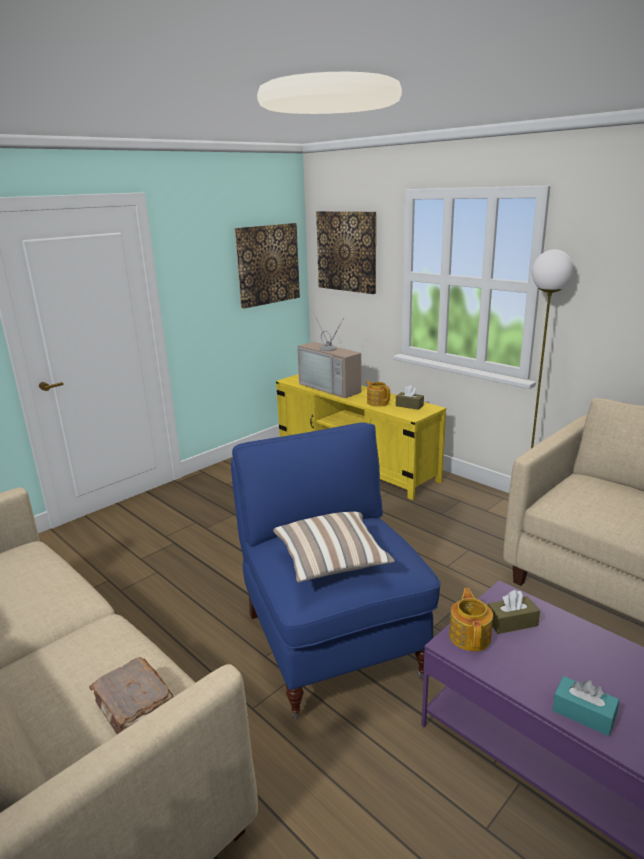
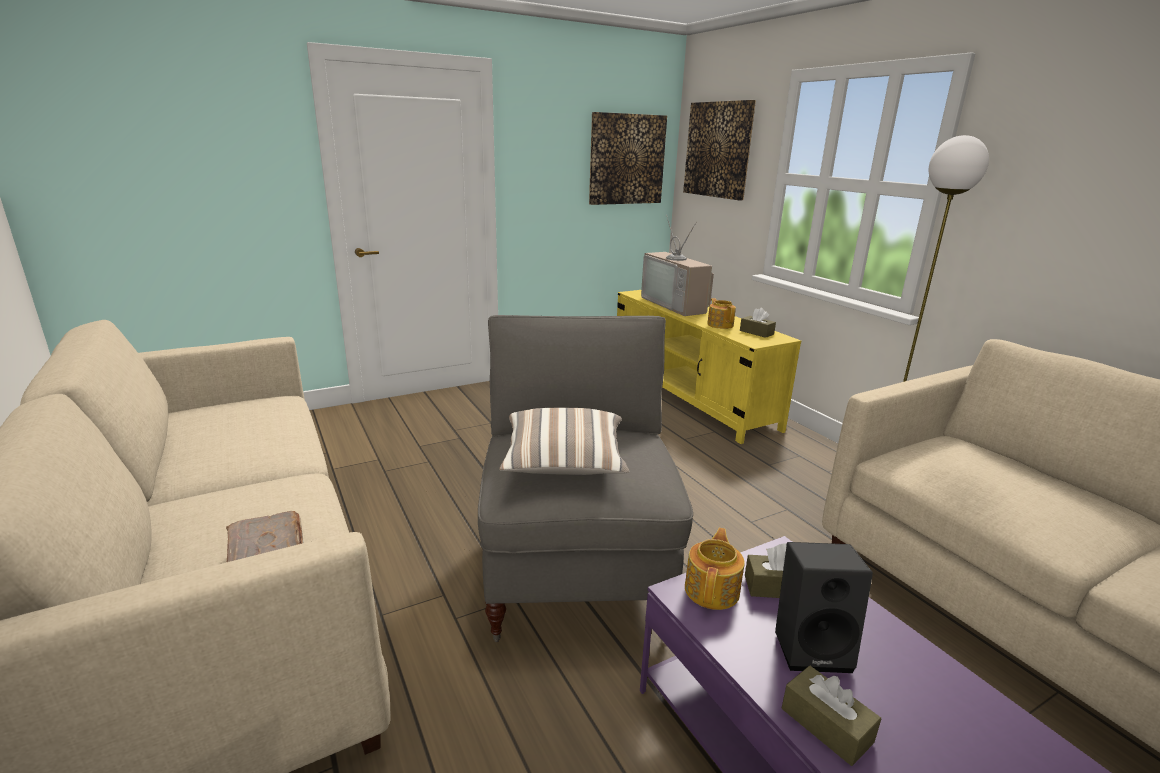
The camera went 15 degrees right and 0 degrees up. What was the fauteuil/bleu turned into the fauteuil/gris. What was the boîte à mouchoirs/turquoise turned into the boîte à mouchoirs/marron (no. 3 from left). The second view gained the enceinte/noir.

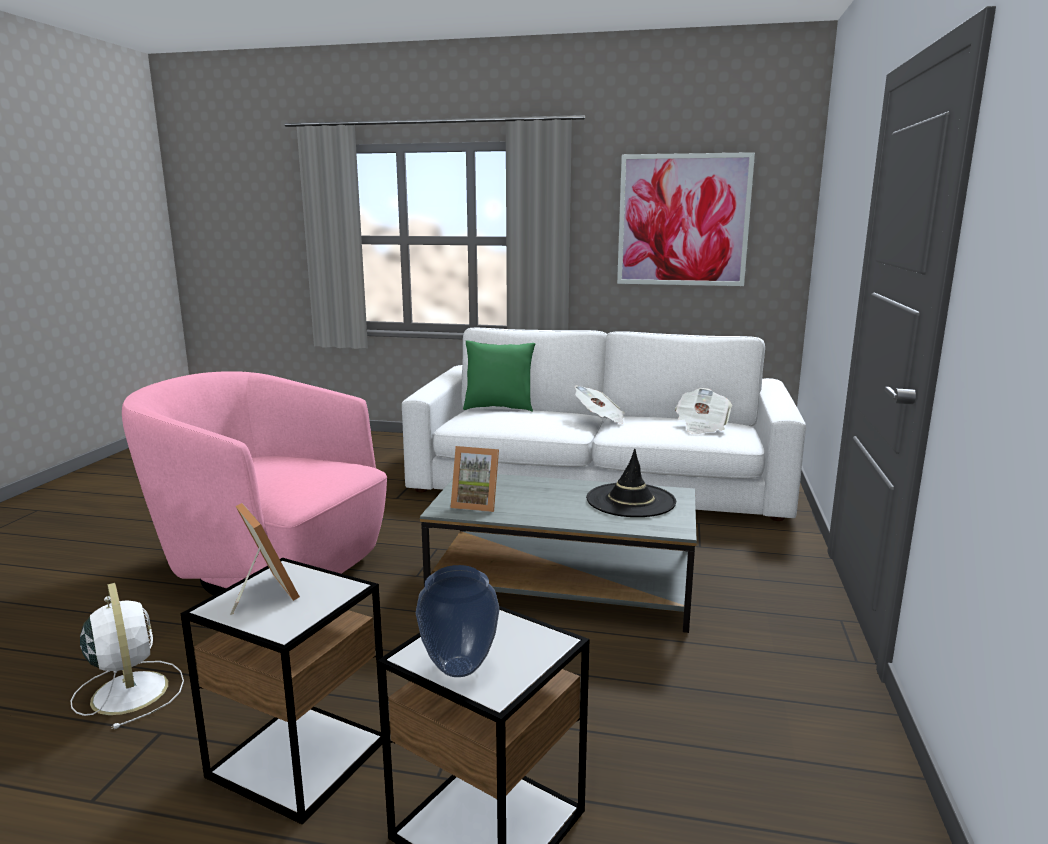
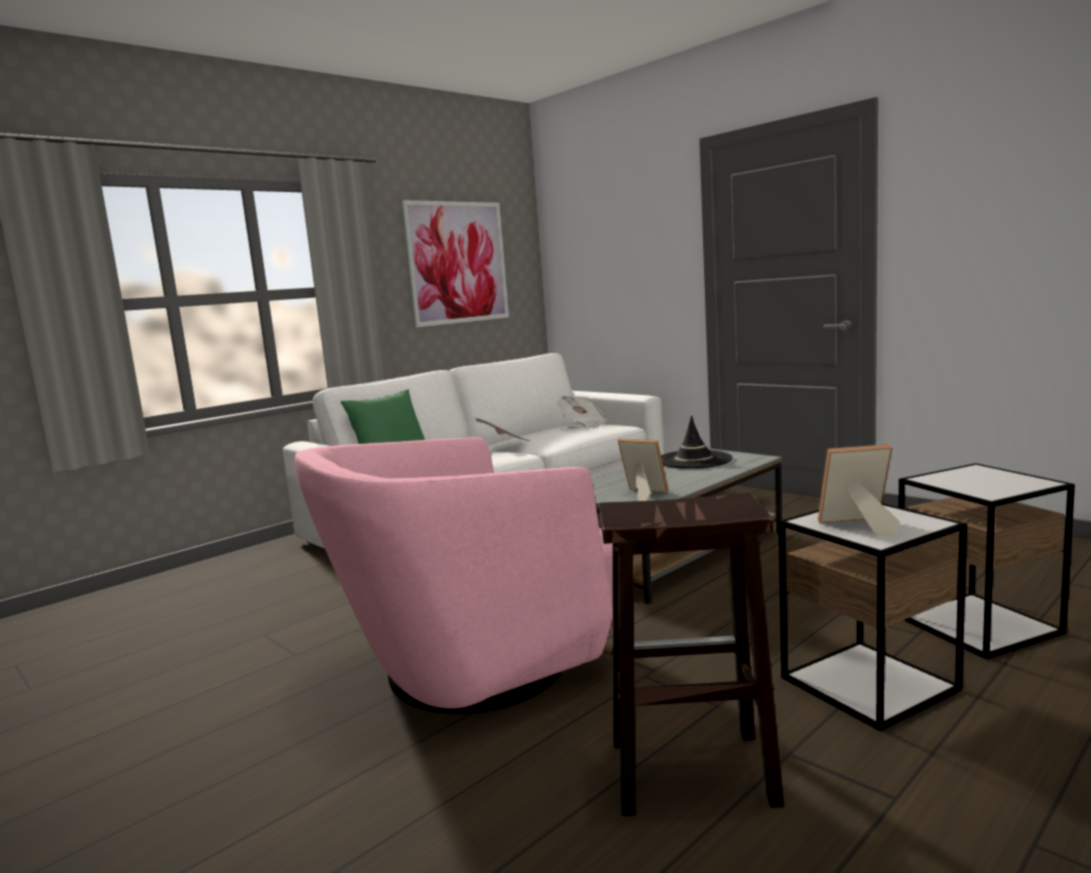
The camera went 55 degrees left and 5 degrees down. Where the ventilateur/blanc stood, the tabouret/marron came to stand. The second view lost the vase. The cadre photo (no. 2 from left in the first image) ended up facing another way, 105 degrees counterclockwise from before.

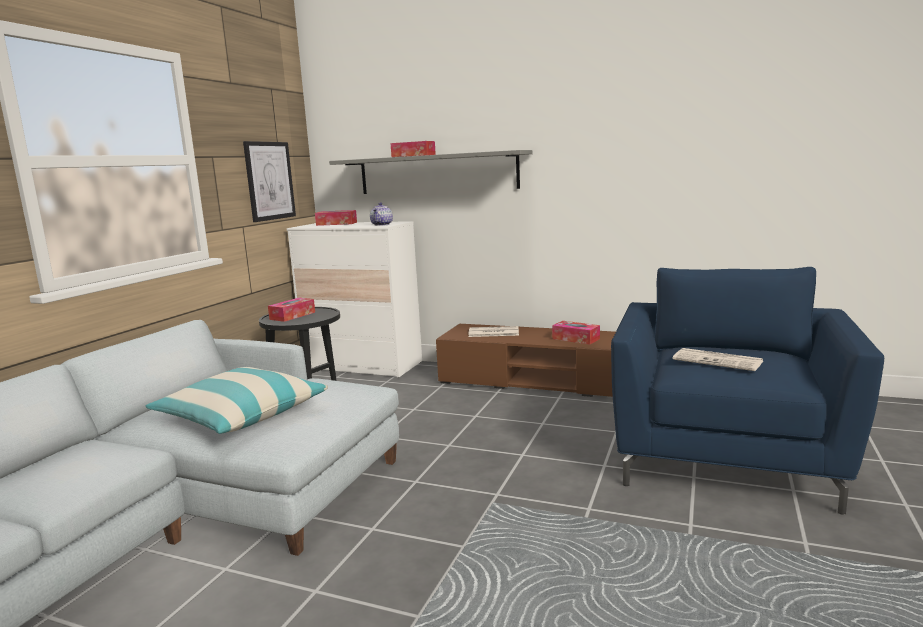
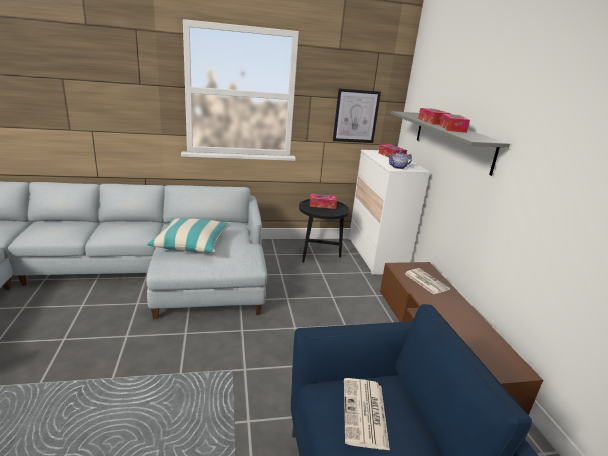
The camera went 55 degrees right and 10 degrees up. The boîte à mouchoirs (no. 4 from left) ended up elsewhere.

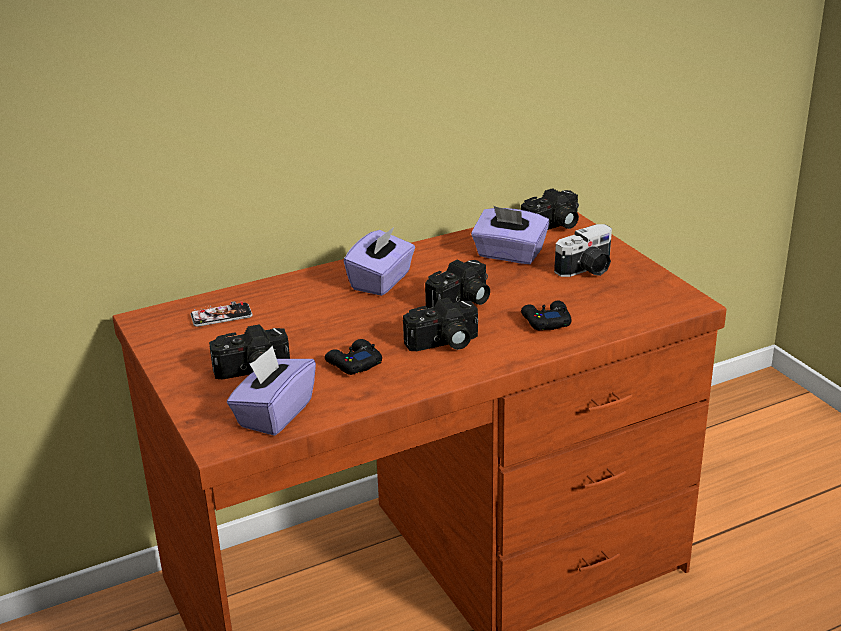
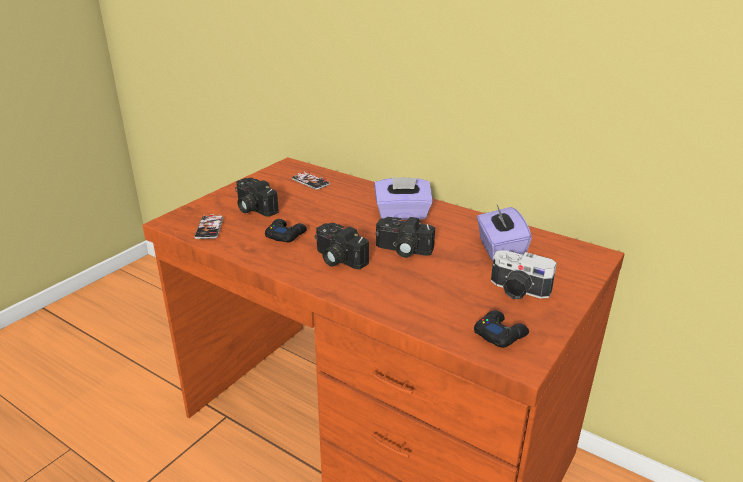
The camera went 60 degrees right and 0 degrees up. Where the boîte à mouchoirs/violet (no. 1 from left) stood, the téléphone (no. 1 from left) came to stand. The second view lost the appareil photo (no. 4 from left). The manette/noir (no. 2 from left) ended up elsewhere.

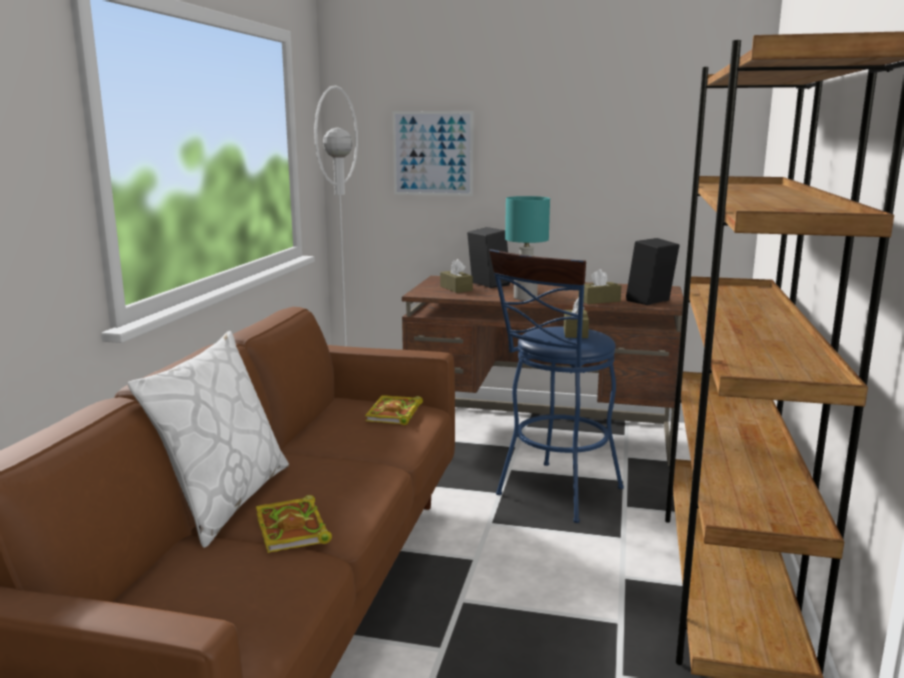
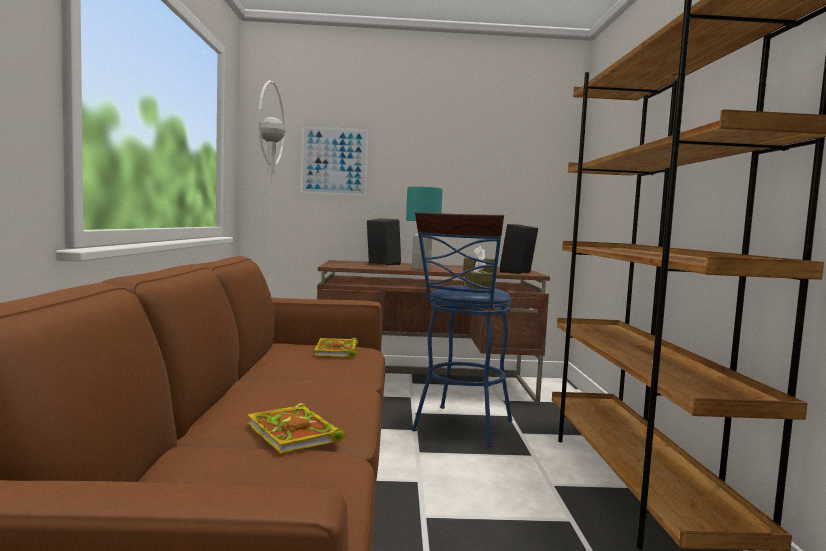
The camera went 15 degrees left and 10 degrees down. The second view lost the coussin/blanc. The second view lost the boîte à mouchoirs/marron (no. 1 from left).

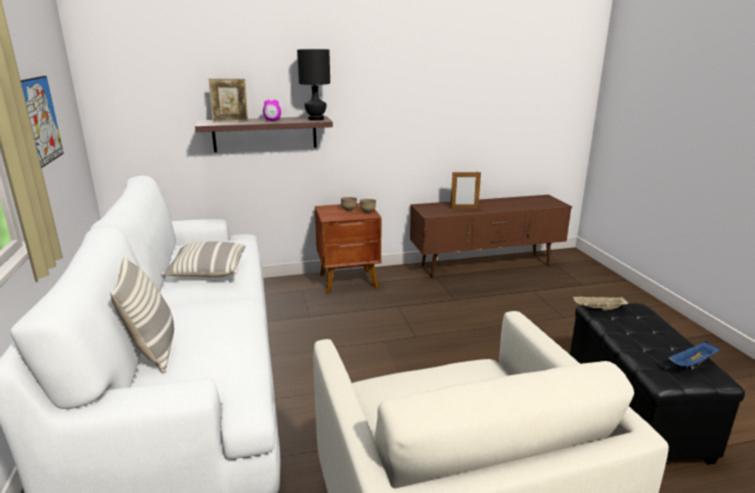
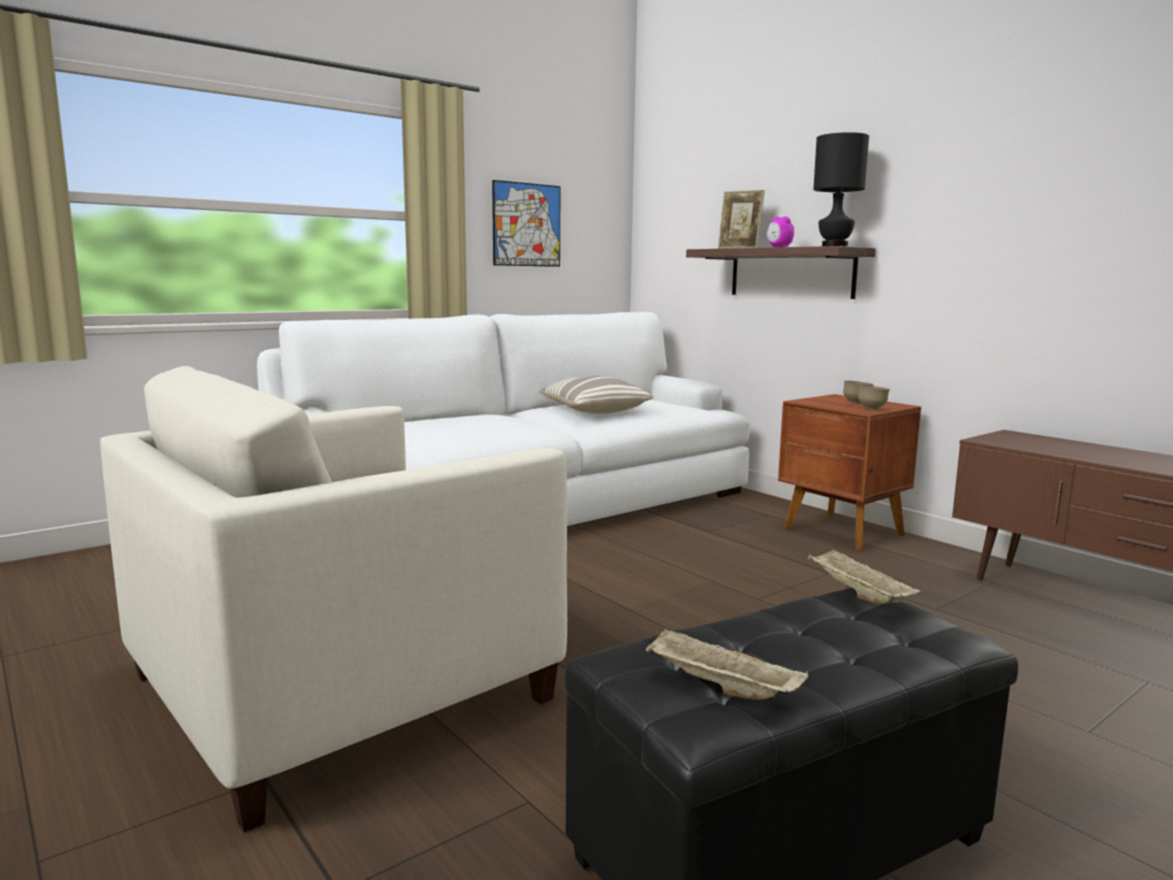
The camera went 65 degrees right and 10 degrees down. The second view lost the coussin (no. 1 from left). The second view lost the cadre photo (no. 2 from left). What was the plateau/bleu turned into the plateau/beige (no. 1 from left).

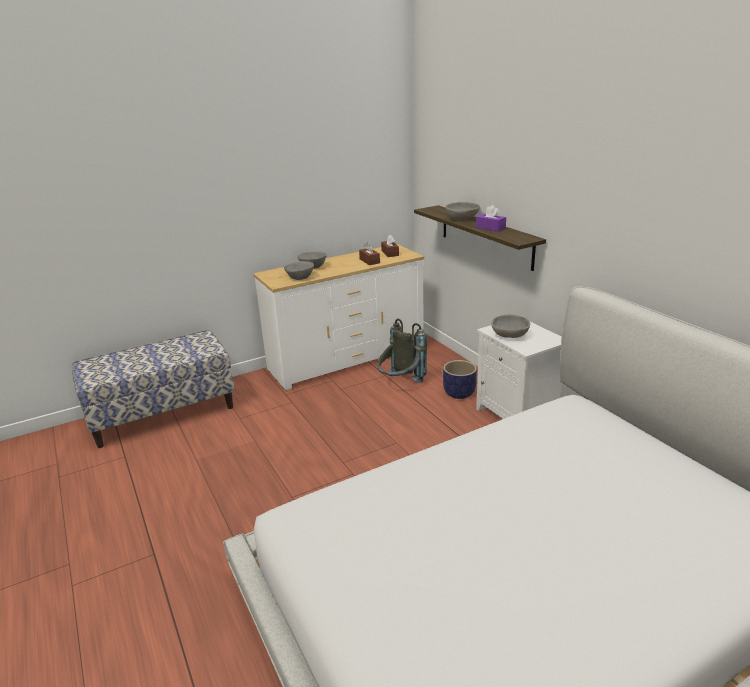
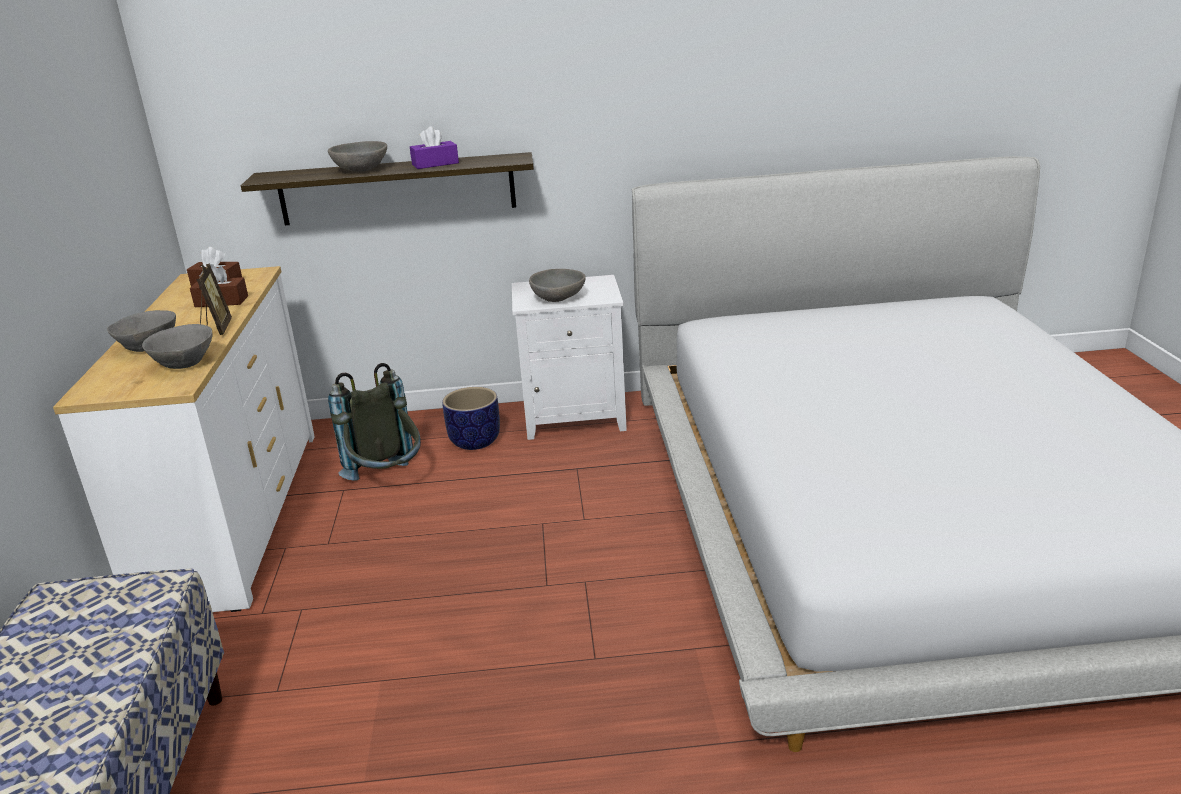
The camera went 65 degrees left and 0 degrees up. The second view gained the cadre photo.

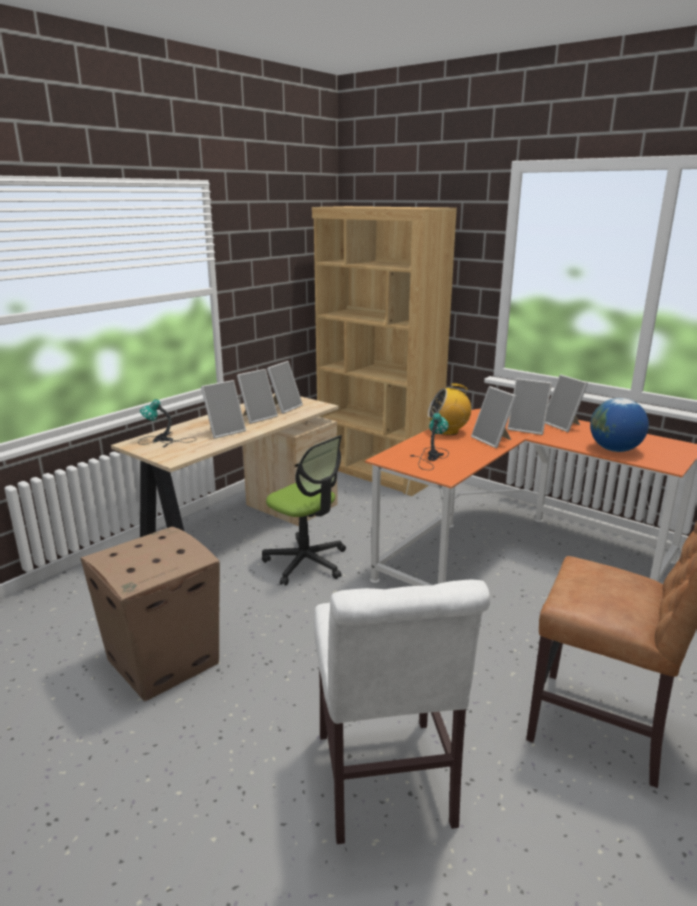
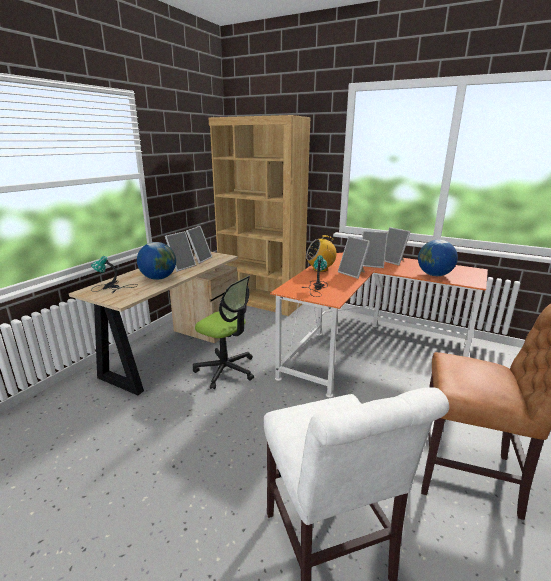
The camera went 10 degrees left and 0 degrees up. The second view lost the carton. Where the cadre photo (no. 1 from left) stood, the globe (no. 1 from left) came to stand.

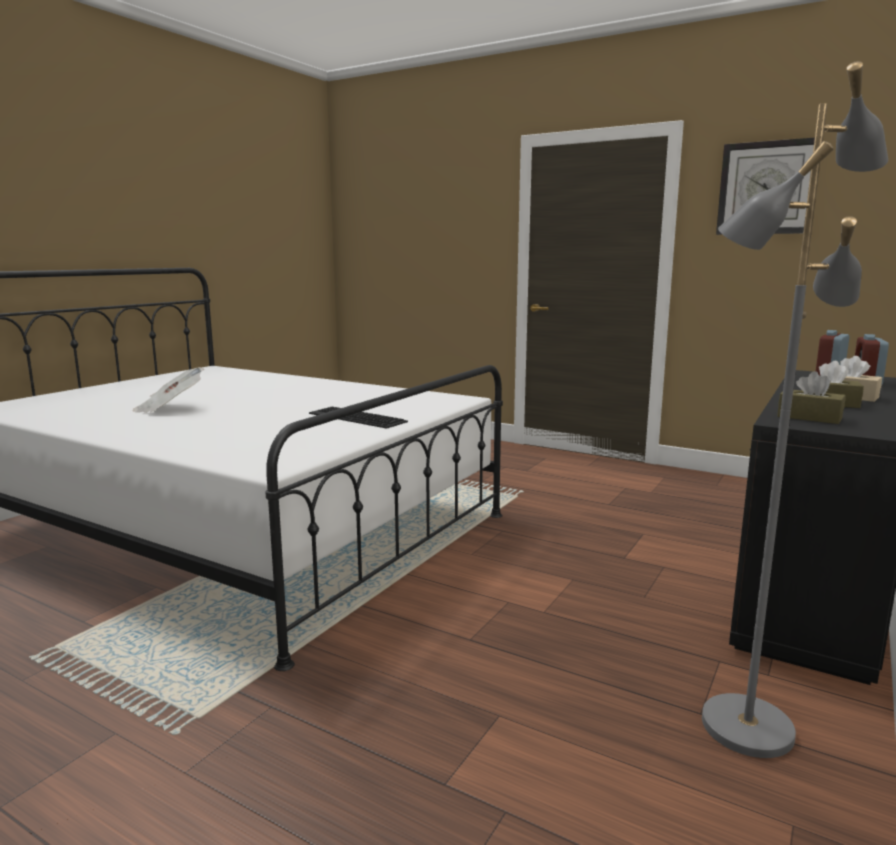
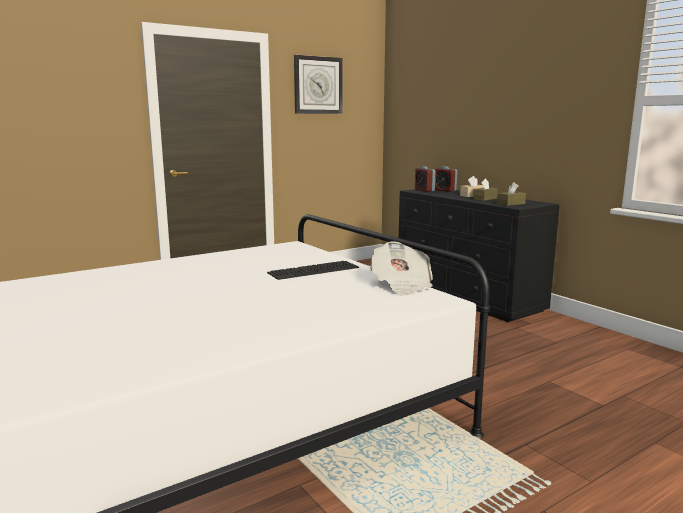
The camera went 65 degrees left and 0 degrees up. The journal ended up elsewhere. The second view lost the lampadaire/gris.

